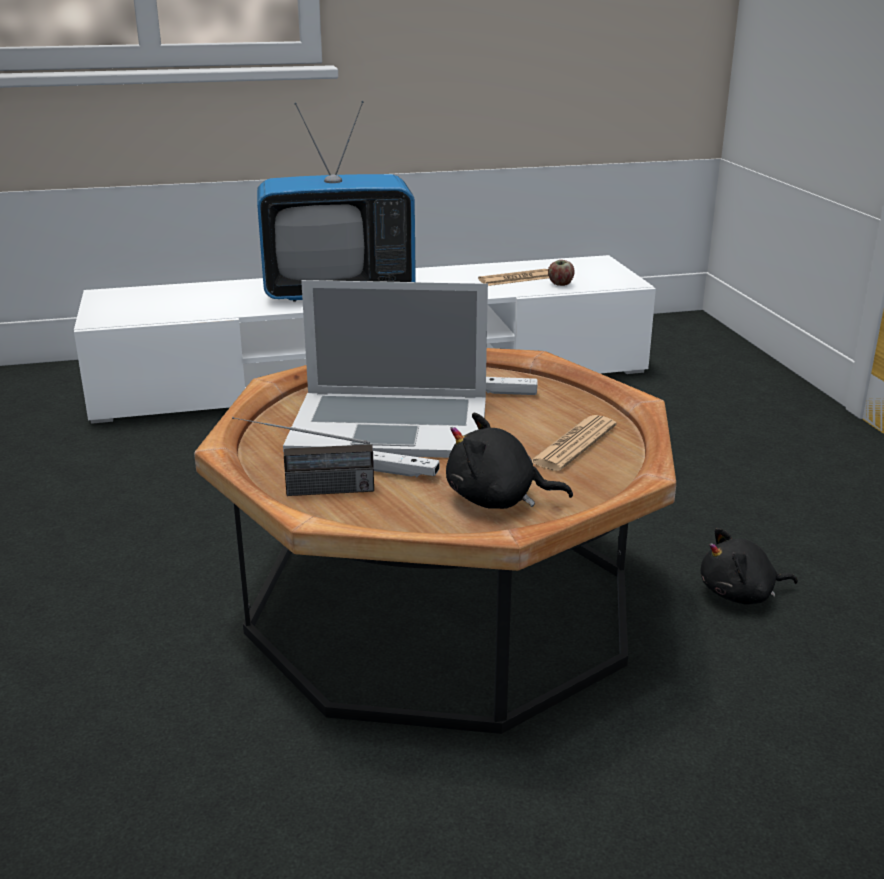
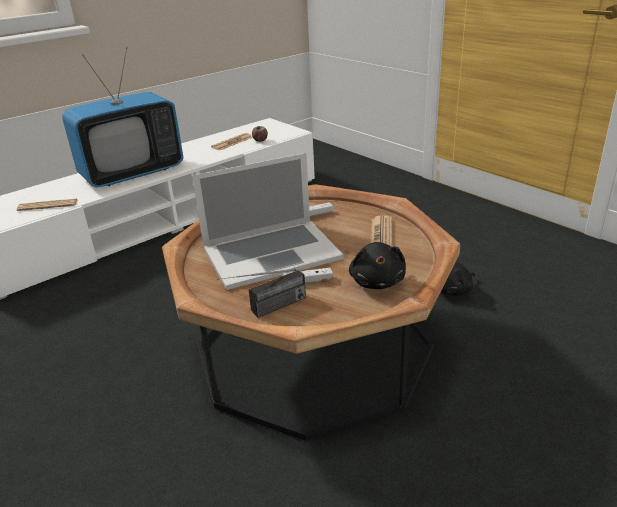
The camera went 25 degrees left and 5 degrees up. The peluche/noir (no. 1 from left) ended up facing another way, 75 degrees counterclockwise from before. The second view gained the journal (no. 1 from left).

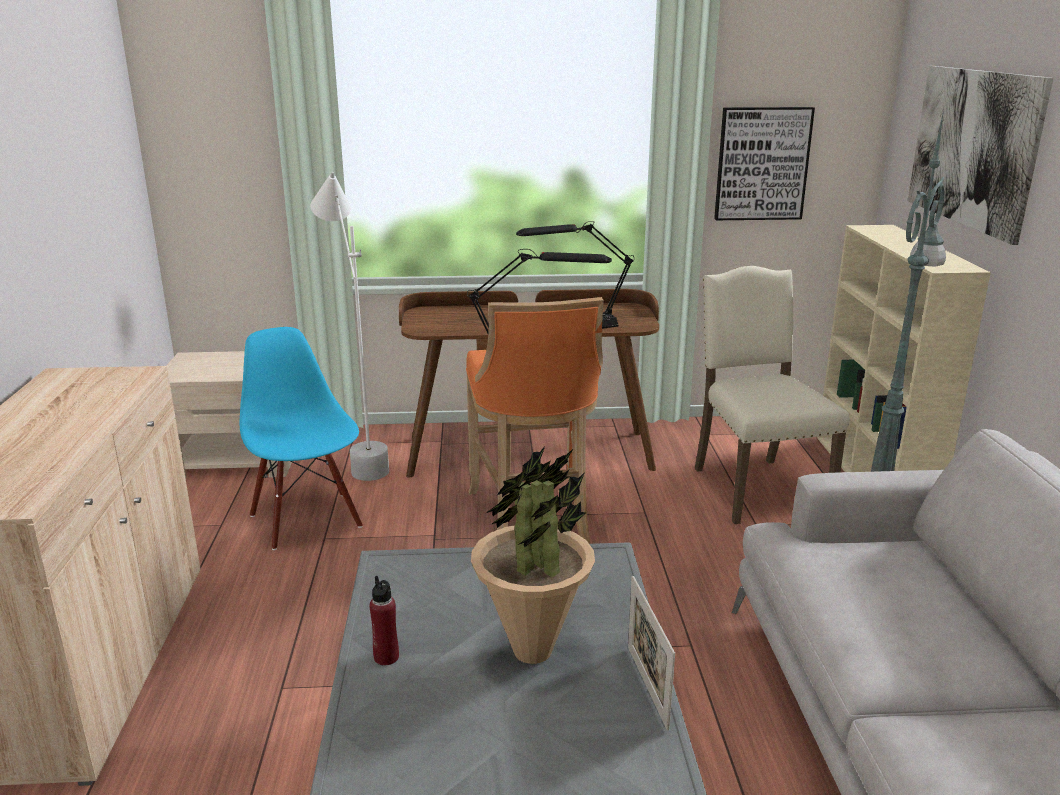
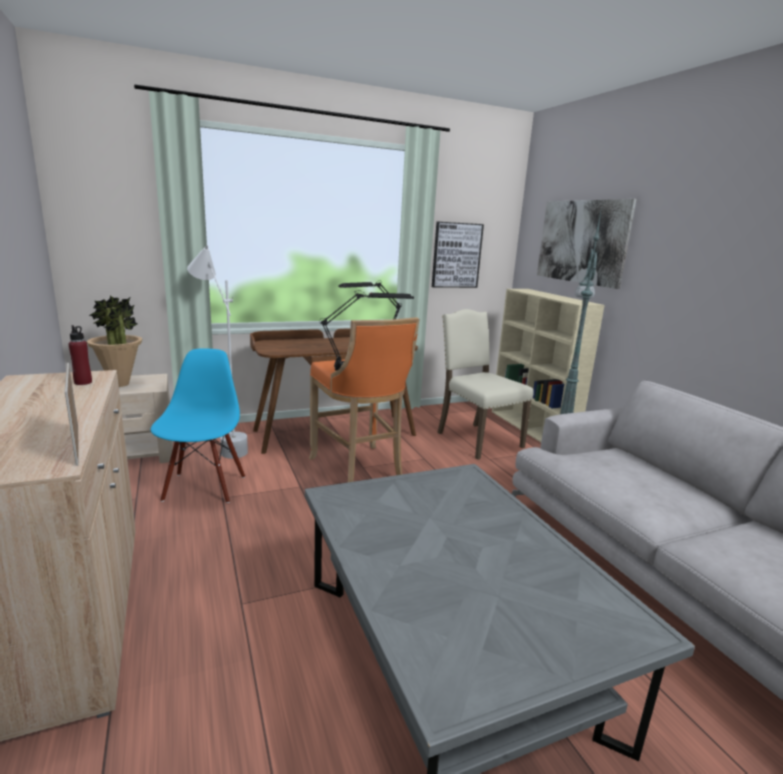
The camera went 20 degrees left and 5 degrees down. The chaise/bleu ended up facing another way, 45 degrees clockwise from before. The bouteille/rouge ended up elsewhere. The plante en pot ended up elsewhere. The cadre photo ended up elsewhere.

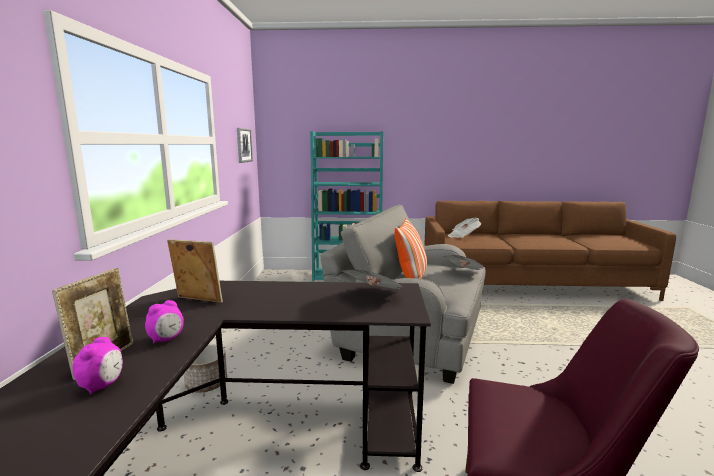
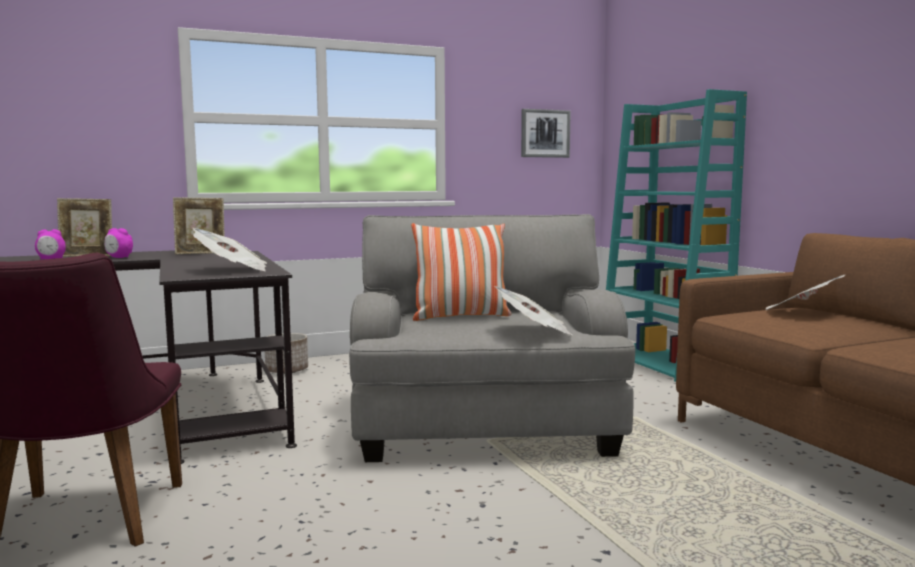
The camera went 65 degrees right and 5 degrees down. The cadre photo (no. 2 from left) ended up facing another way, 75 degrees clockwise from before.

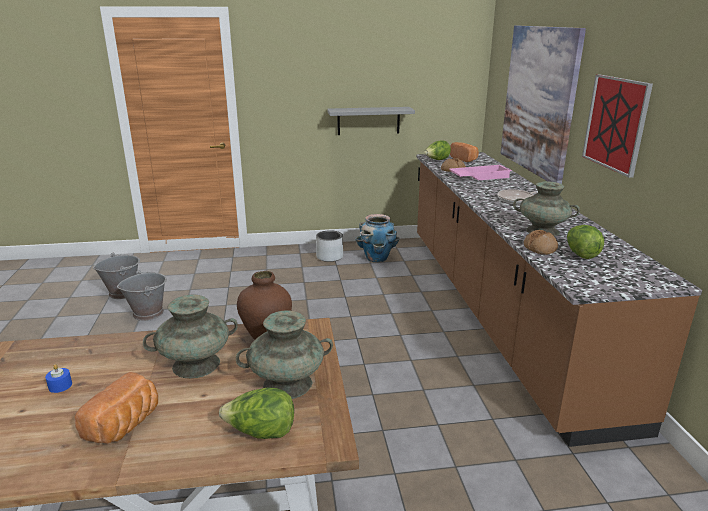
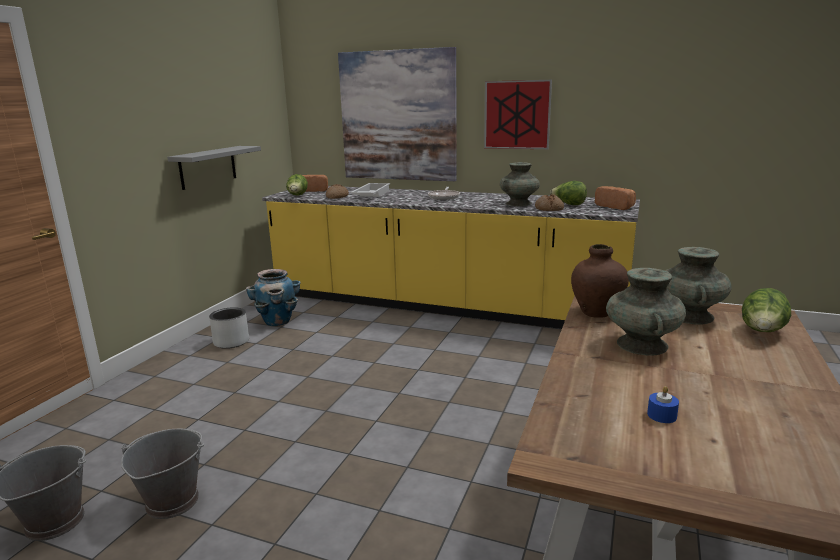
The camera went 60 degrees left and 5 degrees down. The pain (no. 1 from left in the first image) ended up elsewhere. What was the comptoir de cuisine/marron turned into the comptoir de cuisine/jaune. What was the plateau/rose turned into the plateau/blanc.

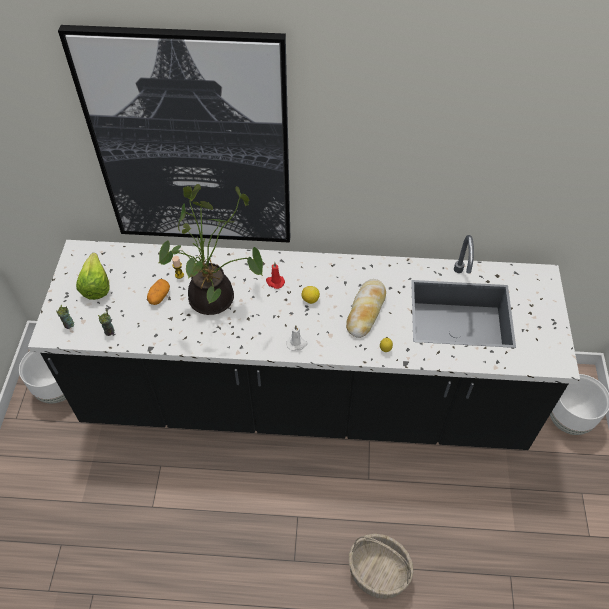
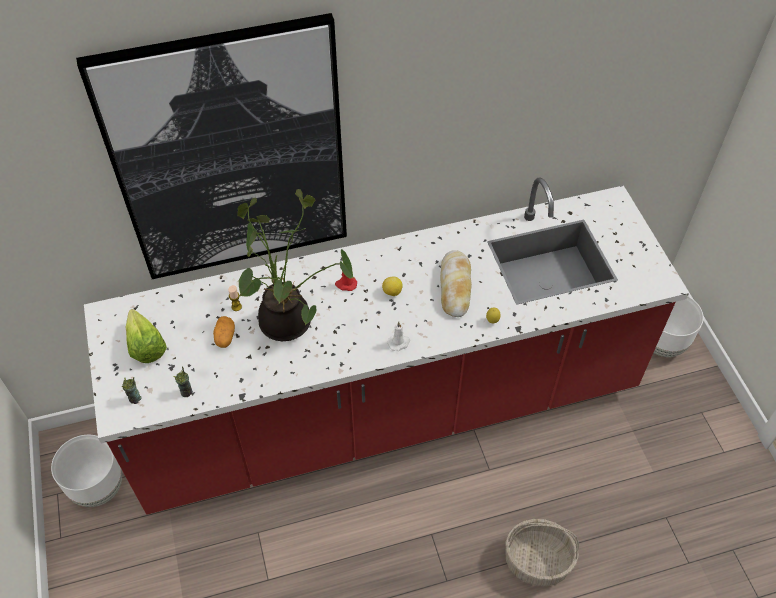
The camera went 20 degrees left and 0 degrees up. What was the comptoir de cuisine/noir turned into the comptoir de cuisine/rouge.

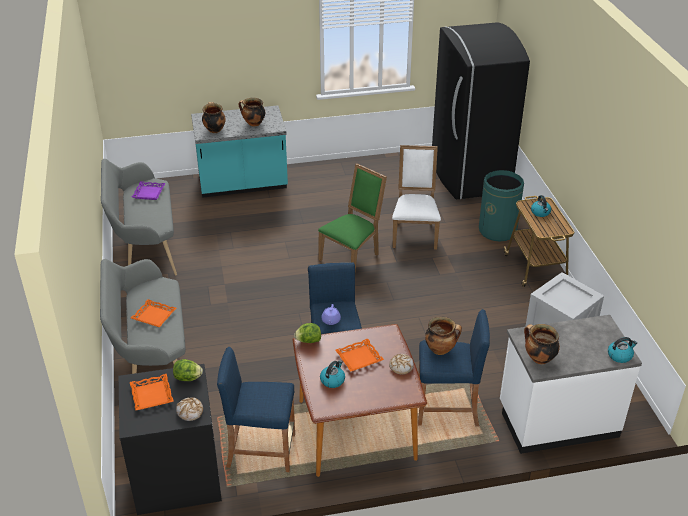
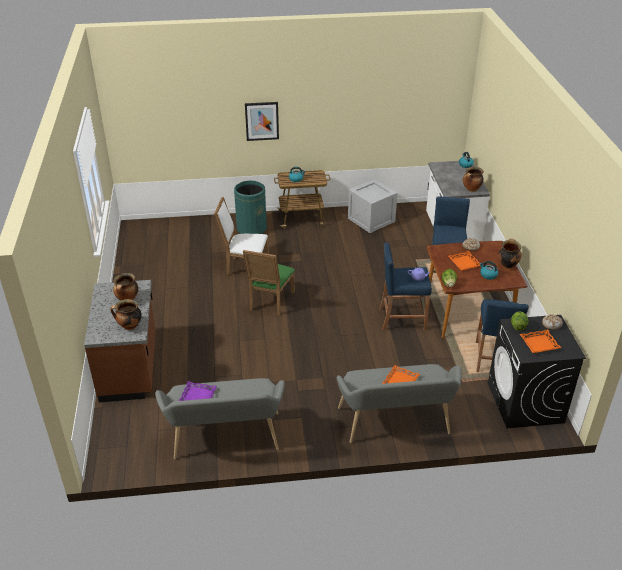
The camera went 85 degrees left and 0 degrees up. What was the comptoir de cuisine/turquoise turned into the comptoir de cuisine/marron. The chaise/vert ended up facing another way, 120 degrees counterclockwise from before. The marmite (no. 3 from left in the first image) ended up elsewhere. The second view lost the réfrigérateur/noir. The second view gained the tableau.

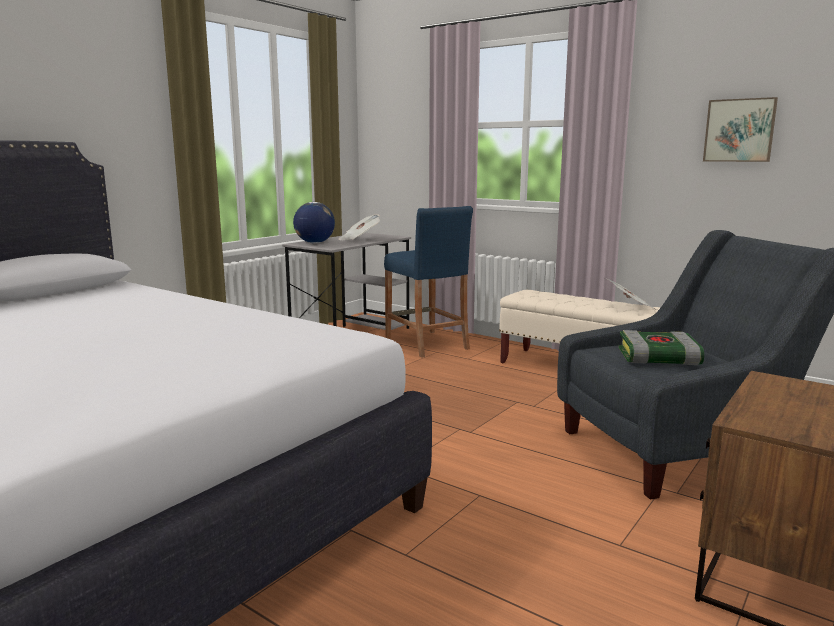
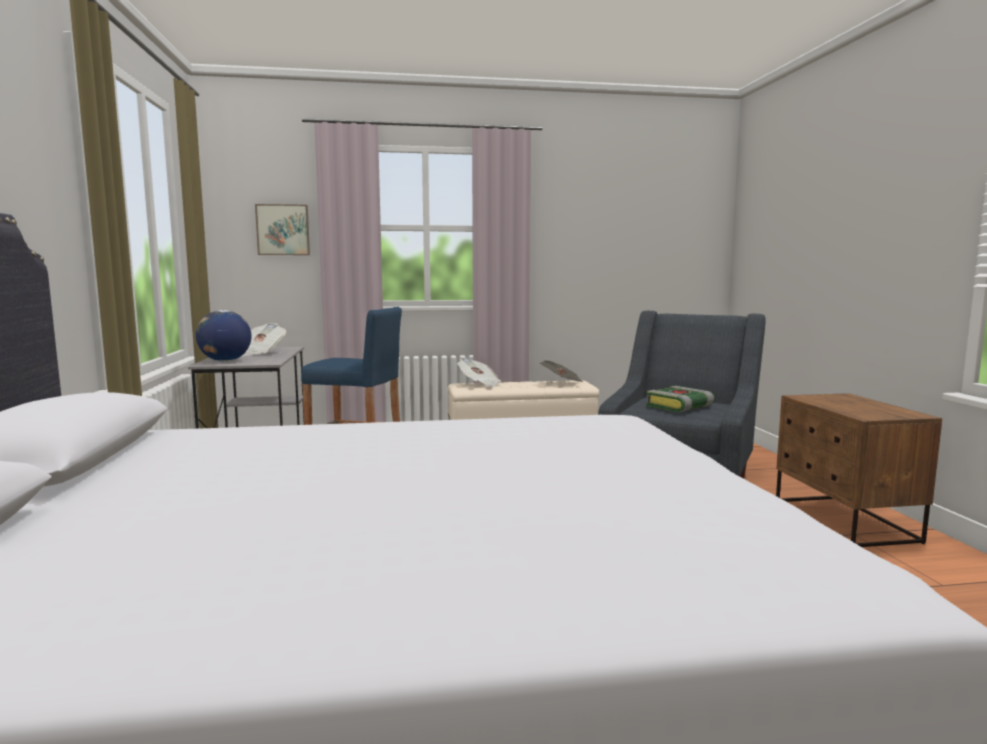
The camera went 45 degrees left and 5 degrees down. The tableau ended up elsewhere. The second view gained the journal (no. 2 from left).

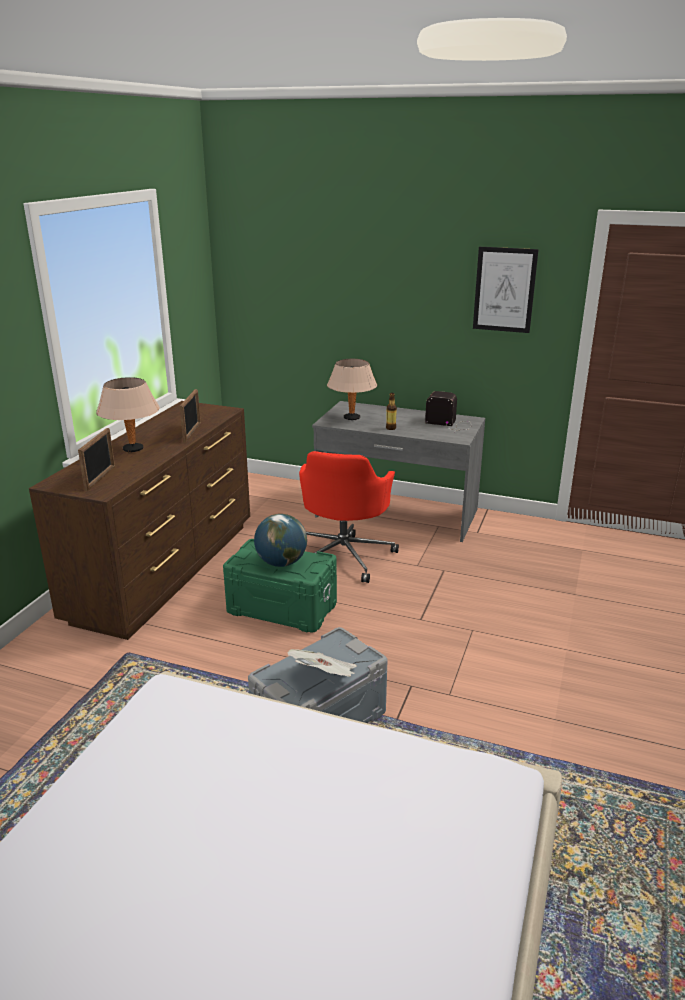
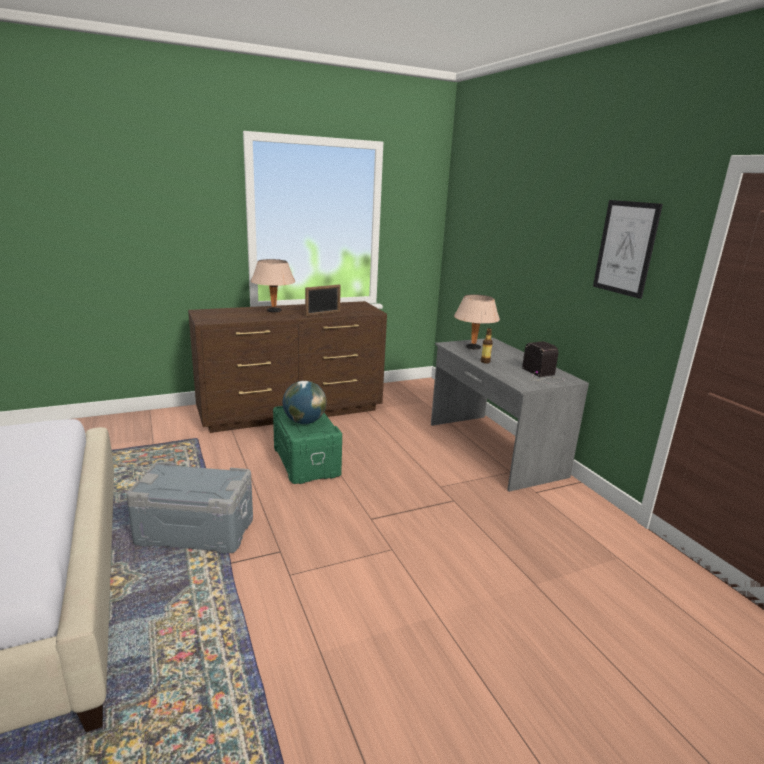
The camera went 45 degrees right and 5 degrees down. The second view lost the cadre photo (no. 1 from left). The second view lost the journal. The second view lost the chaise de bureau/rouge.

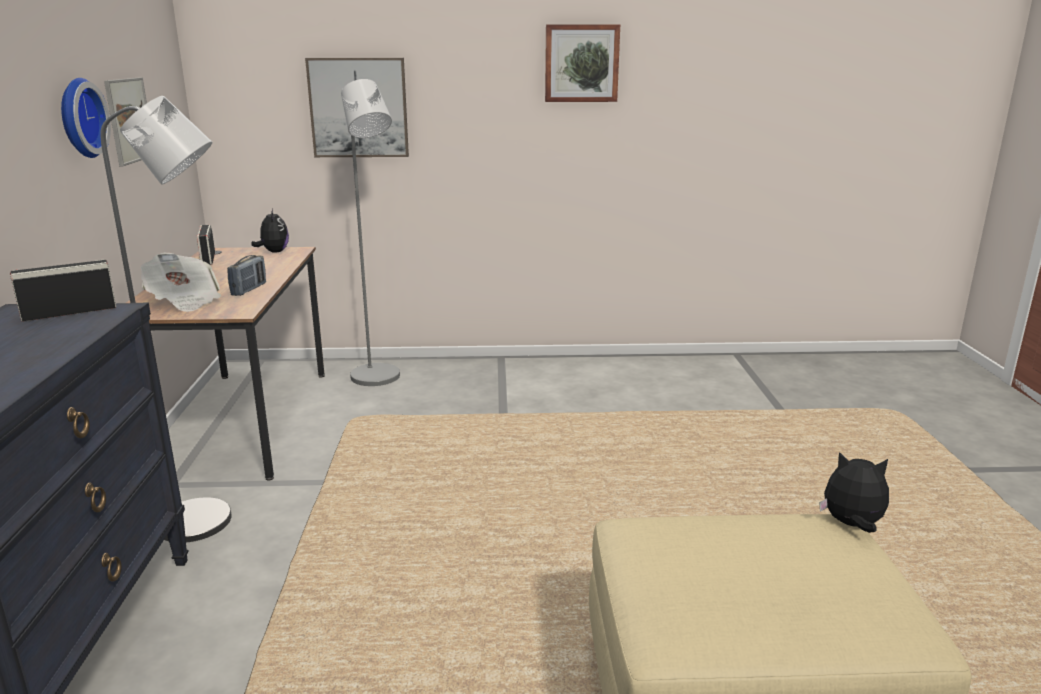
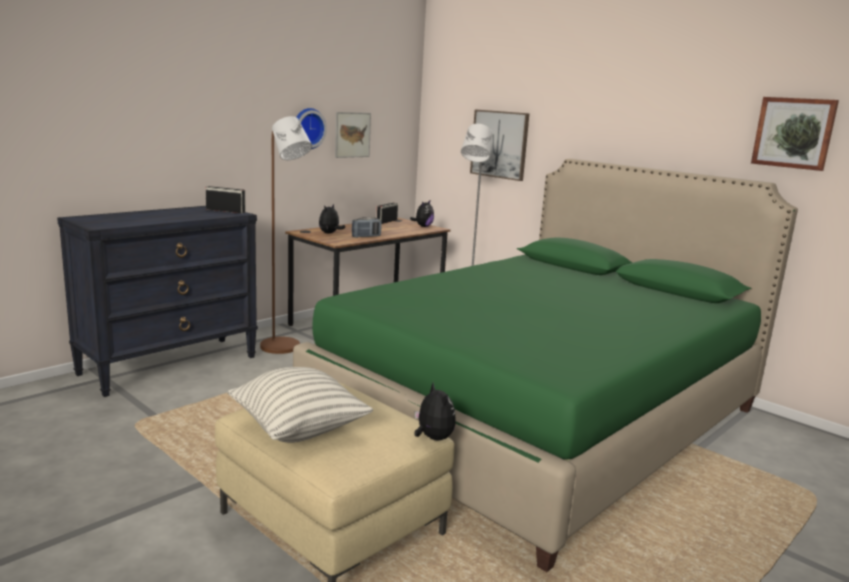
The camera went 45 degrees right and 5 degrees down. What was the lampadaire/gris (no. 1 from left) turned into the lampadaire/marron. Where the journal stood, the peluche (no. 1 from left) came to stand. The tableau (no. 3 from left) ended up elsewhere. The second view gained the coussin. The second view gained the lit/vert.

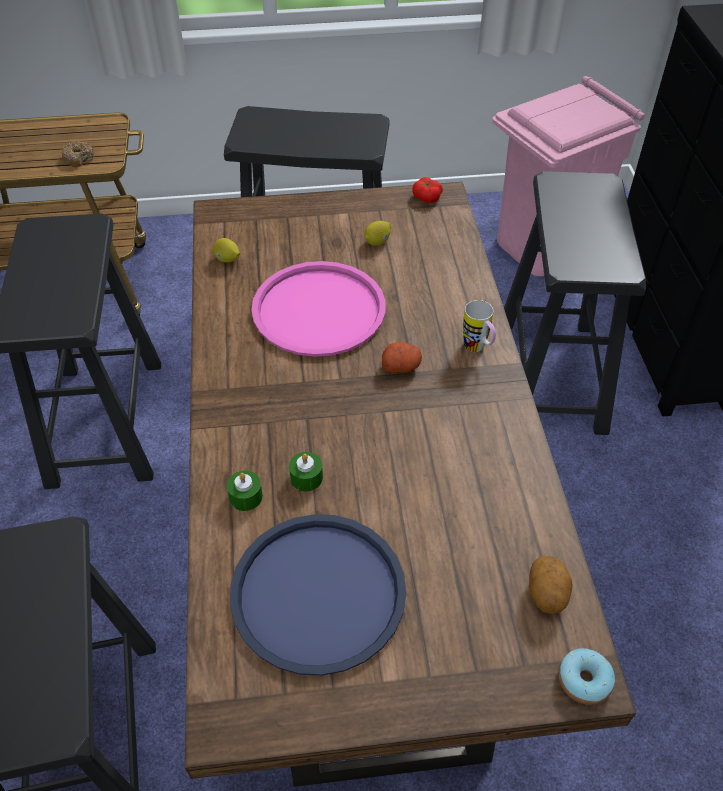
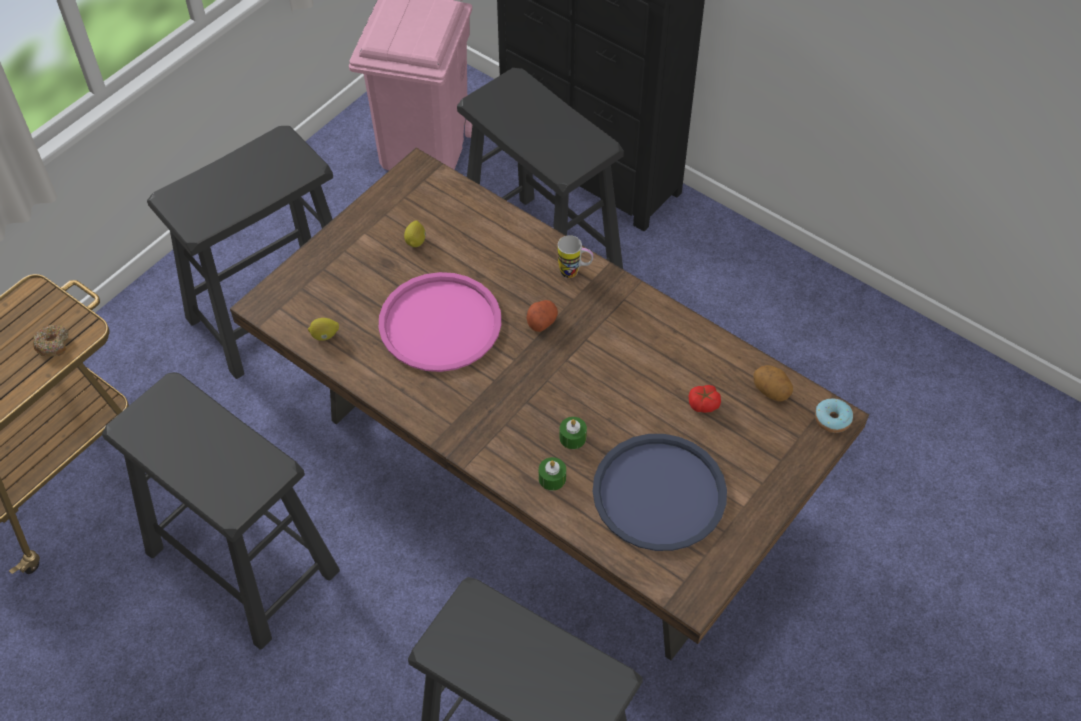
The camera went 45 degrees left and 5 degrees up. The tomate ended up elsewhere.

